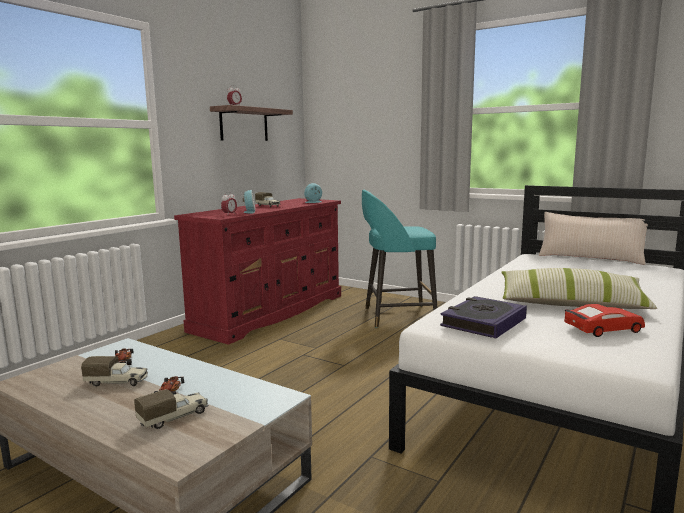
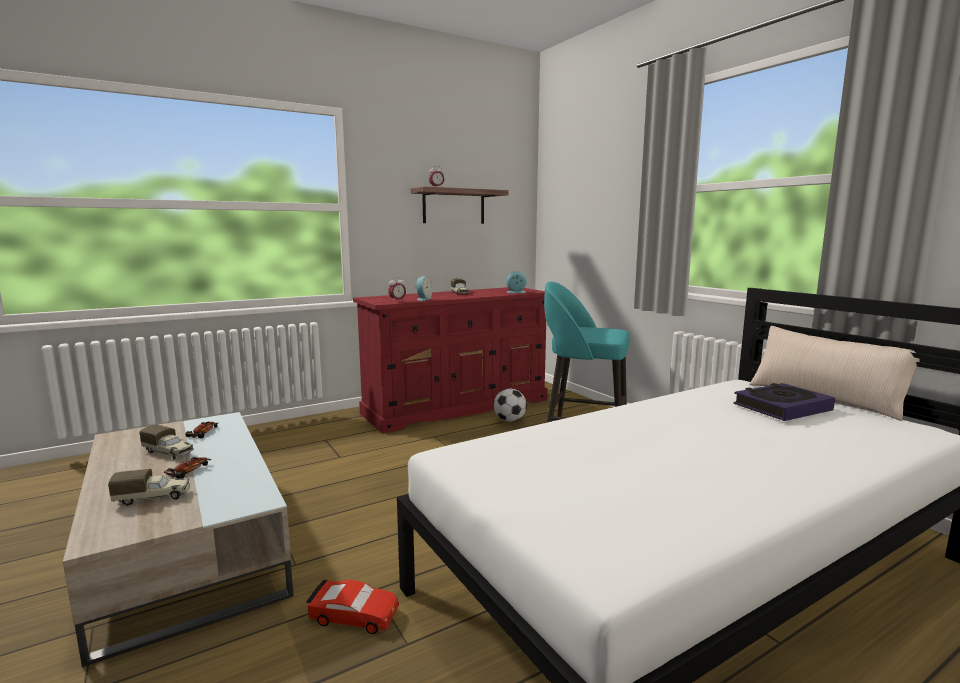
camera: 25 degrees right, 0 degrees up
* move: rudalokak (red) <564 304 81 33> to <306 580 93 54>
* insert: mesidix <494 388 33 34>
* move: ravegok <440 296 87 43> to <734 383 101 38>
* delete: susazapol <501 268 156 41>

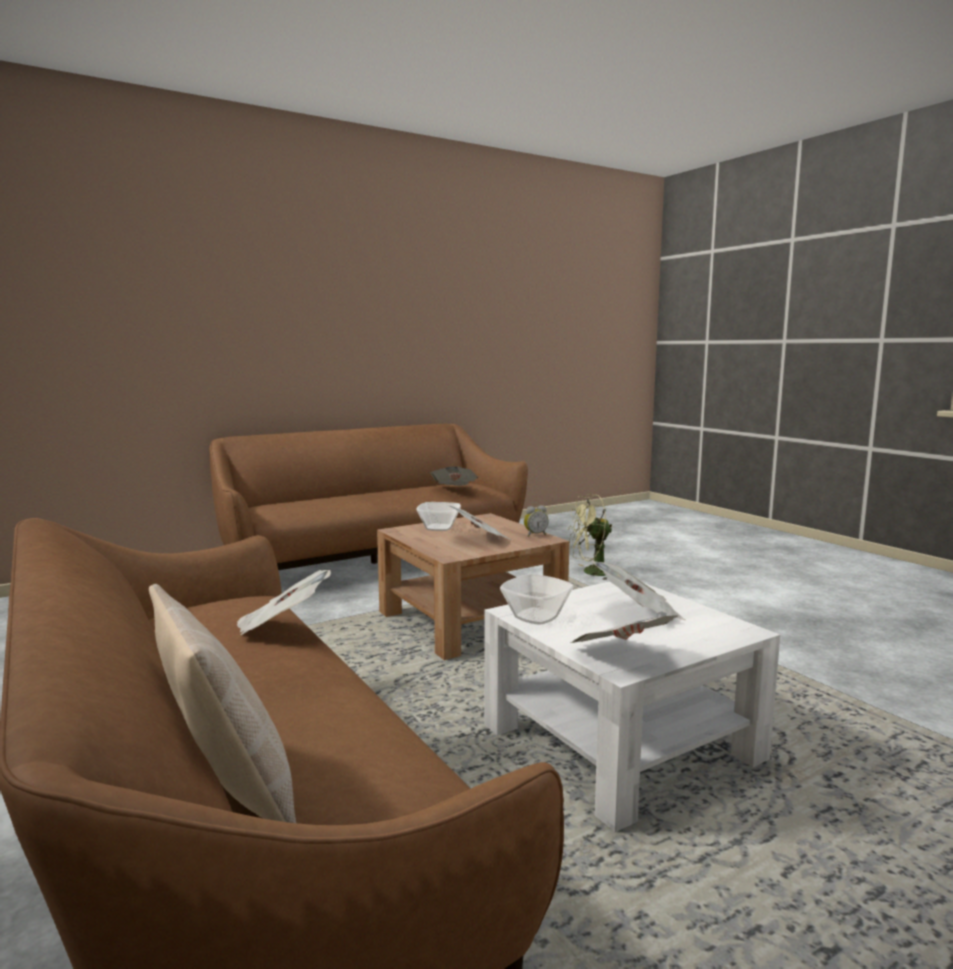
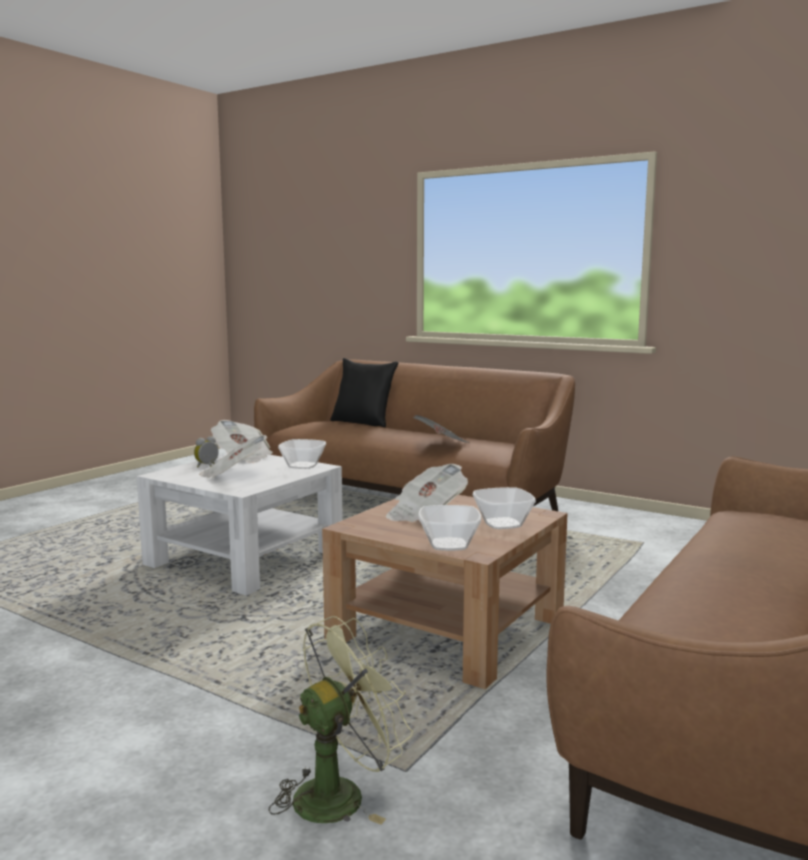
camera: 155 degrees right, 0 degrees up
* move: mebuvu <524 505 24 32> to <194 436 25 31>
* recolor: susazapol (beige) <149 584 147 239> to susazapol (black) <330 358 68 69>
* insert: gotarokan <418 505 63 46>
* delete: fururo <430 466 48 20>

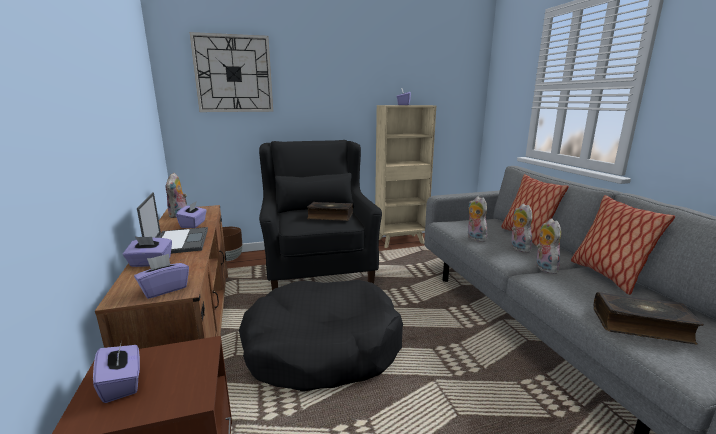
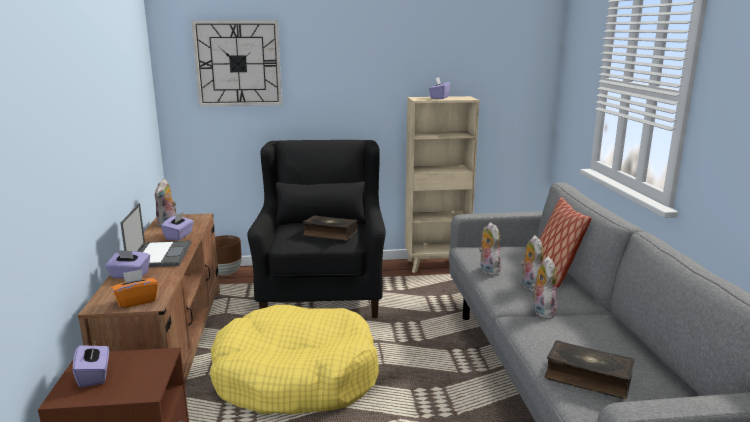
camera: 10 degrees right, 0 degrees up
* recolor: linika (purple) <134 254 55 45> to linika (orange) <112 269 46 40>
* recolor: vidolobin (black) <239 280 164 112> to vidolobin (yellow) <210 305 169 109>
* delete: susazapol <571 195 104 100>

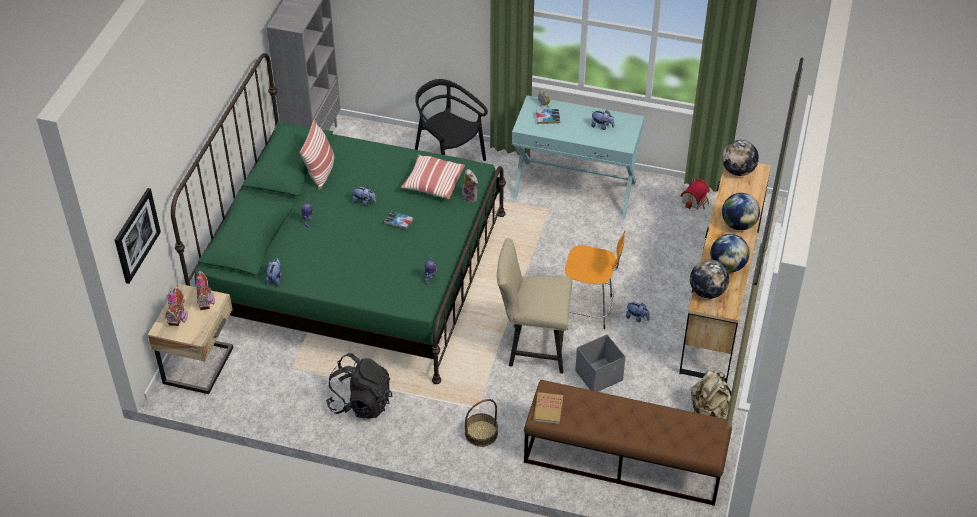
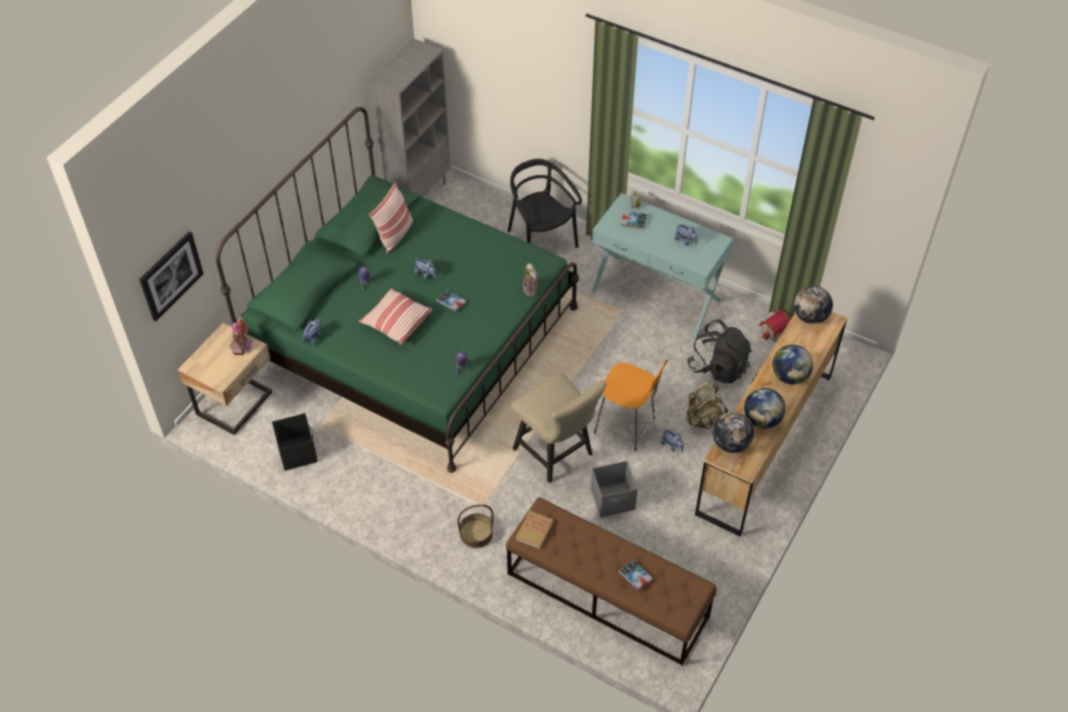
camera: 15 degrees right, 5 degrees up
* insert: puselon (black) <272 413 46 58>
* move: susazapol <401 154 64 46> to <359 288 74 57>
* rotate: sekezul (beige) <497 238 75 135> = <511 373 96 110> 150 degrees counterclockwise
* insert: ravegok <619 560 34 30>
* move: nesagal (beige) <691 371 40 47> to <686 380 42 49>
* move: nesagal (black) <326 353 66 66> to <687 319 65 64>
* delete: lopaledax <165 285 23 41>

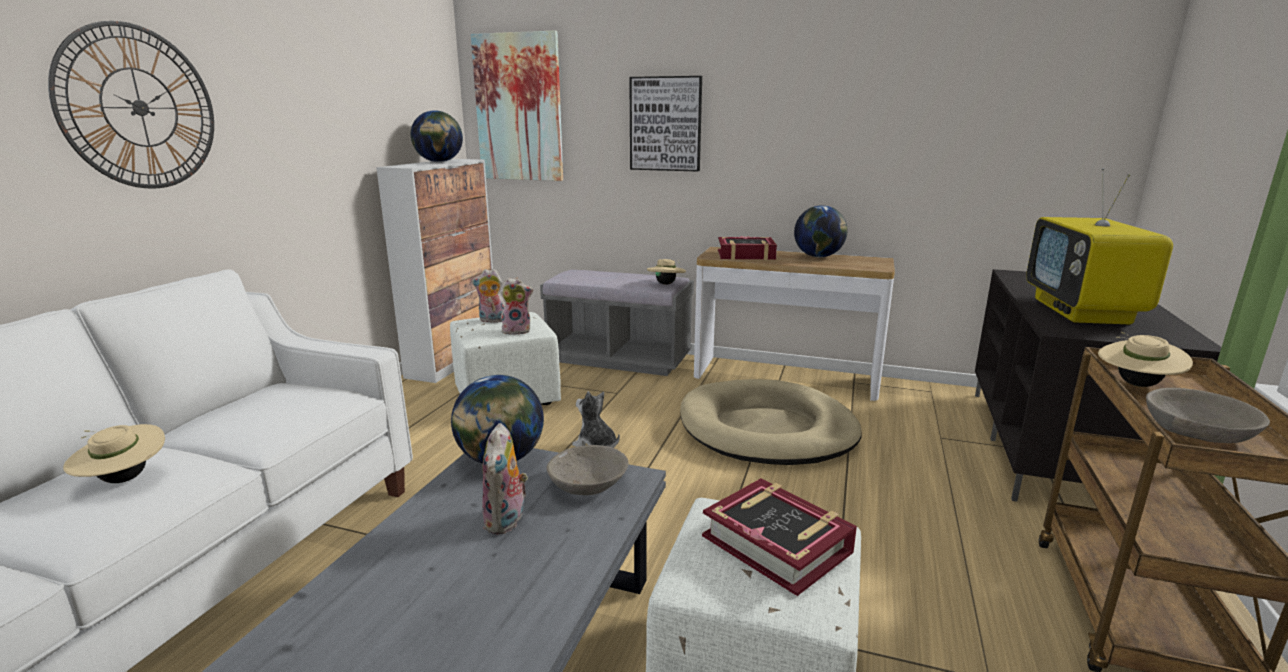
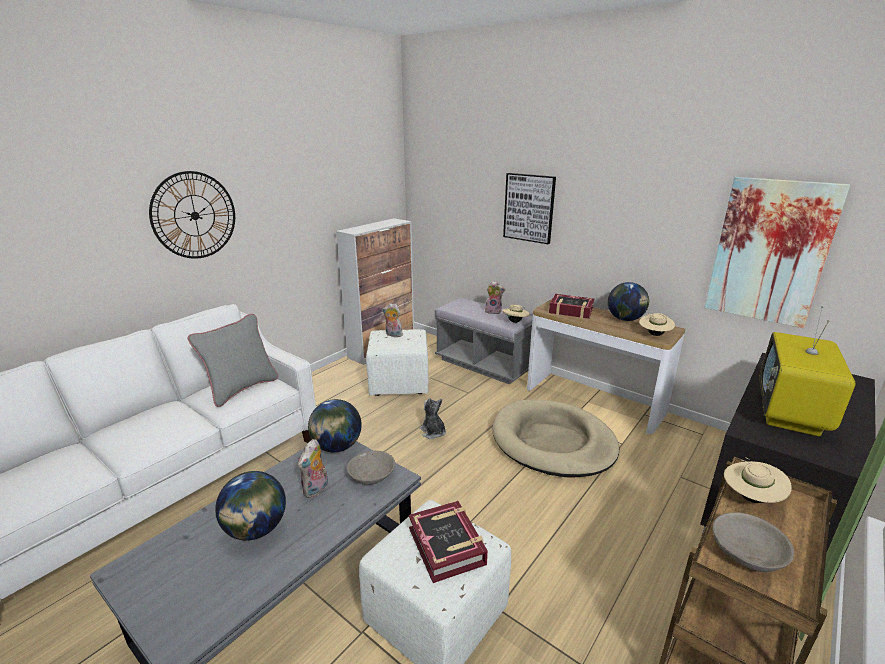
camera: 20 degrees right, 5 degrees up
* insert: susazapol (grey) <187 314 91 93>
* move: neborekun <411 110 52 52> to <215 471 71 70>
* move: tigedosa <501 278 32 57> to <485 281 21 33>
* move: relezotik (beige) <63 424 102 59> to <639 313 36 23>
* move: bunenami <471 30 92 151> to <704 177 146 151>

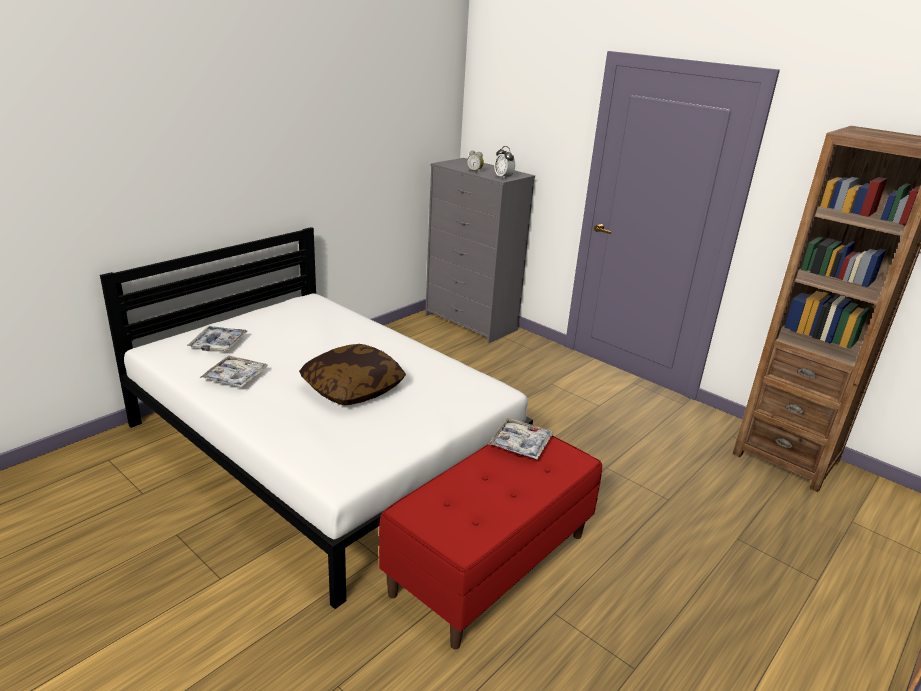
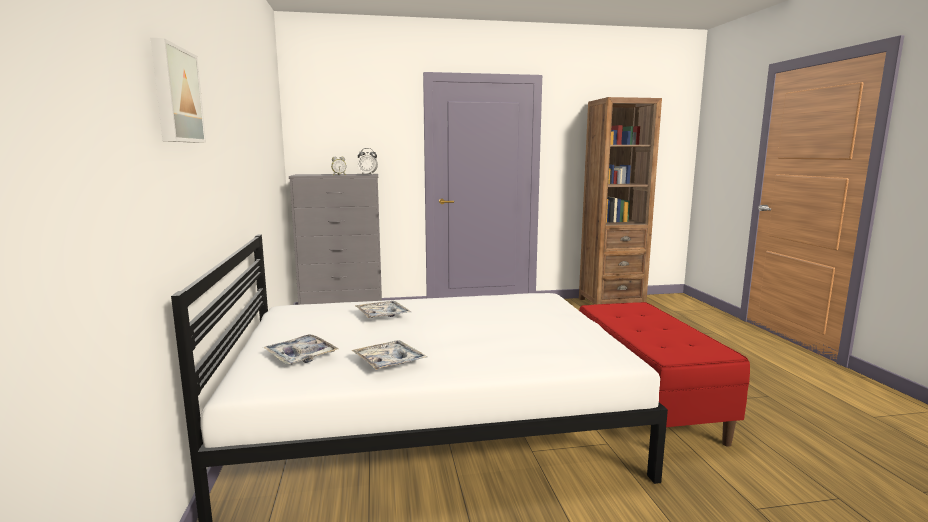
camera: 50 degrees left, 15 degrees down
* insert: bunenami <151 38 55 105>
* move: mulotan <488 418 65 42> to <355 301 56 17>
* delete: susazapol <299 344 107 61>

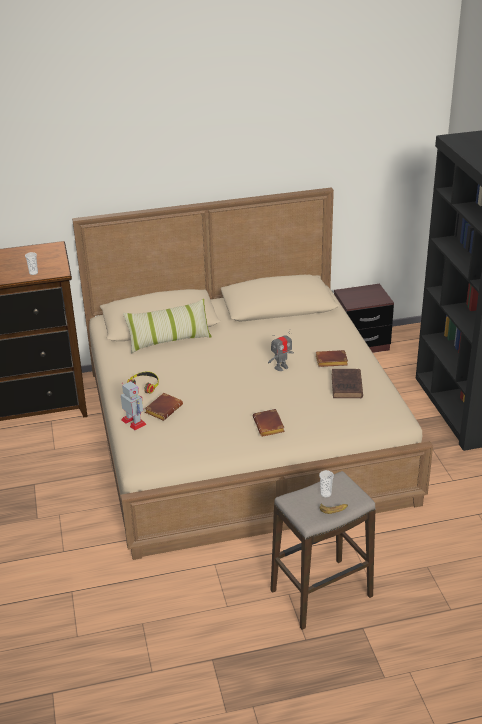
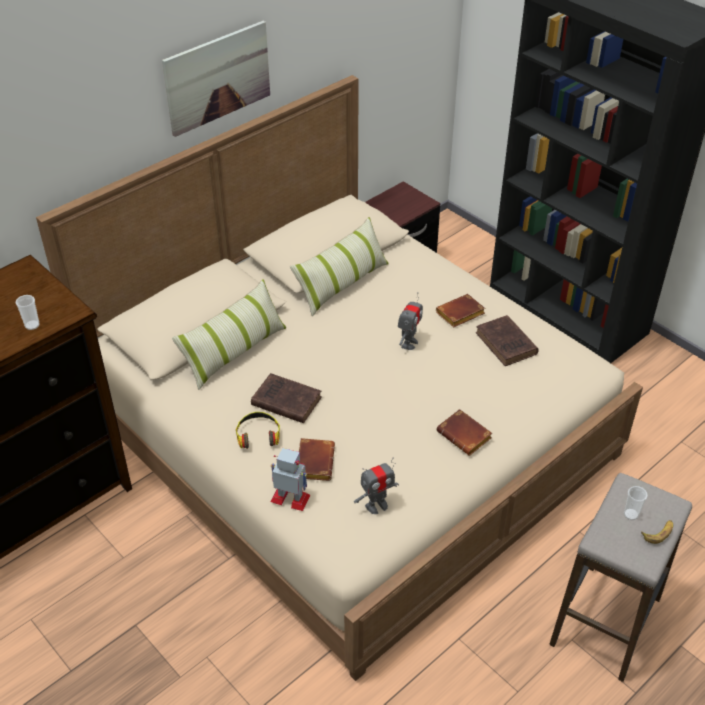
camera: 30 degrees left, 10 degrees up
* insert: bunenami <162 21 108 116>
* insert: ravegok (brown) <251 373 71 50>
* insert: susazapol <290 217 99 99>
* insert: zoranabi <354 457 45 57>

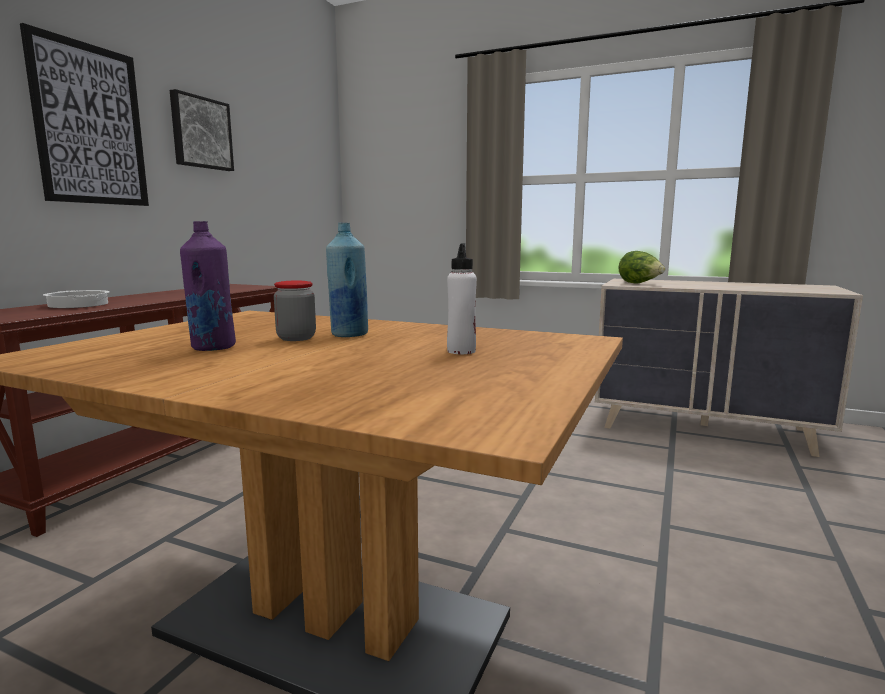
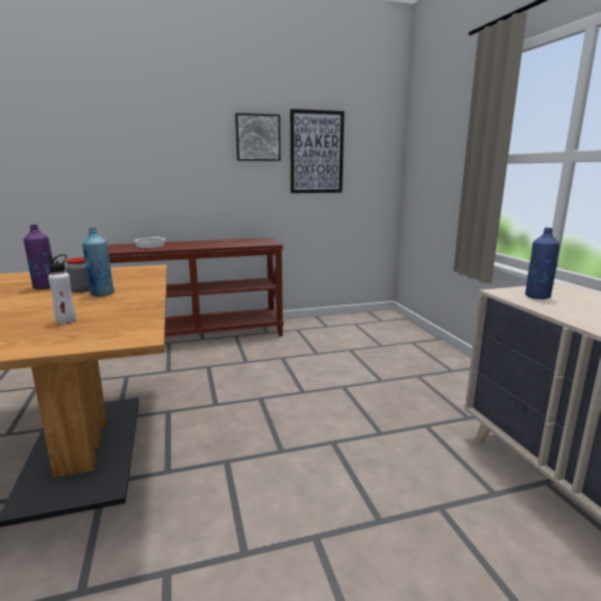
camera: 50 degrees right, 5 degrees up
* move: bunenami <20 23 129 183> to <290 109 54 84>
* replace: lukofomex <618 251 48 33> to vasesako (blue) <525 228 35 71>

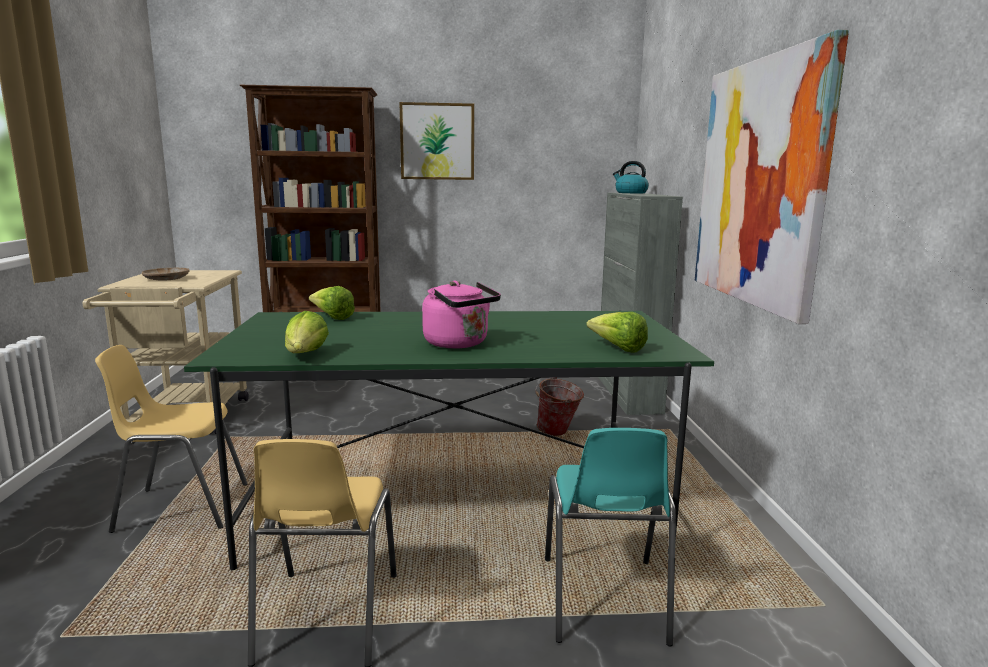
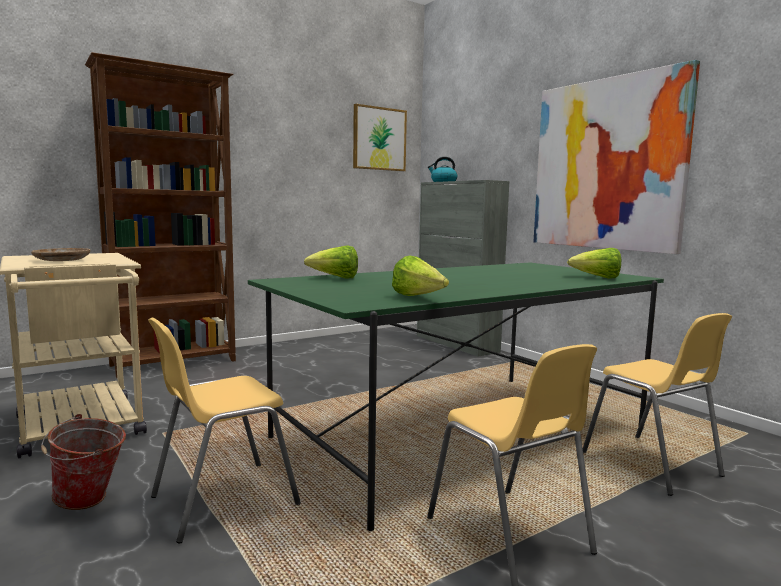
camera: 30 degrees left, 5 degrees down
* move: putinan <535 378 49 58> to <41 414 85 96>
* move: bunenami <399 102 75 78> to <353 104 54 67>
* recolor: sekezul (turquoise) <545 428 131 219> to sekezul (yellow) <583 313 149 183>
* delete: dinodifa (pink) <422 281 79 67>

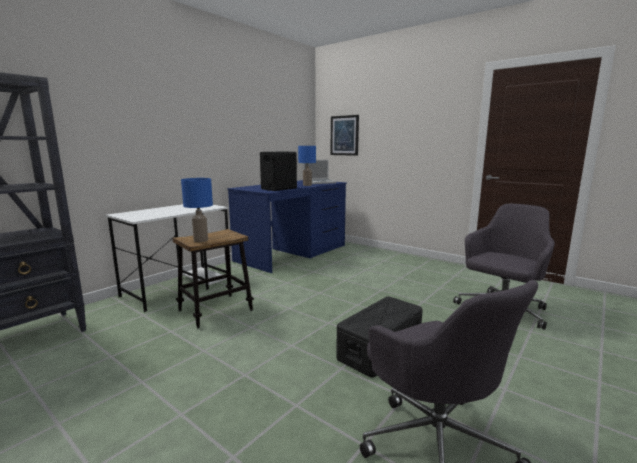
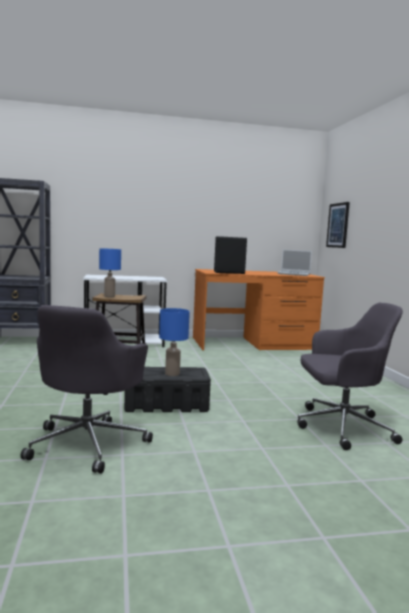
camera: 40 degrees right, 5 degrees down
* move: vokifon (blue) <298 146 18 40> to <159 308 31 68>
* recolor: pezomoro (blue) <227 180 120 93> to pezomoro (orange) <193 269 132 81>

